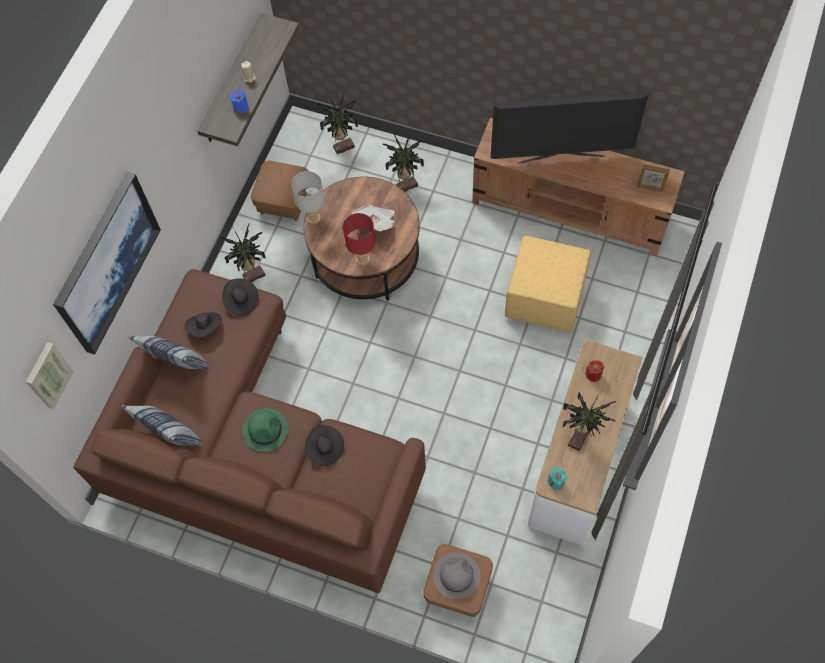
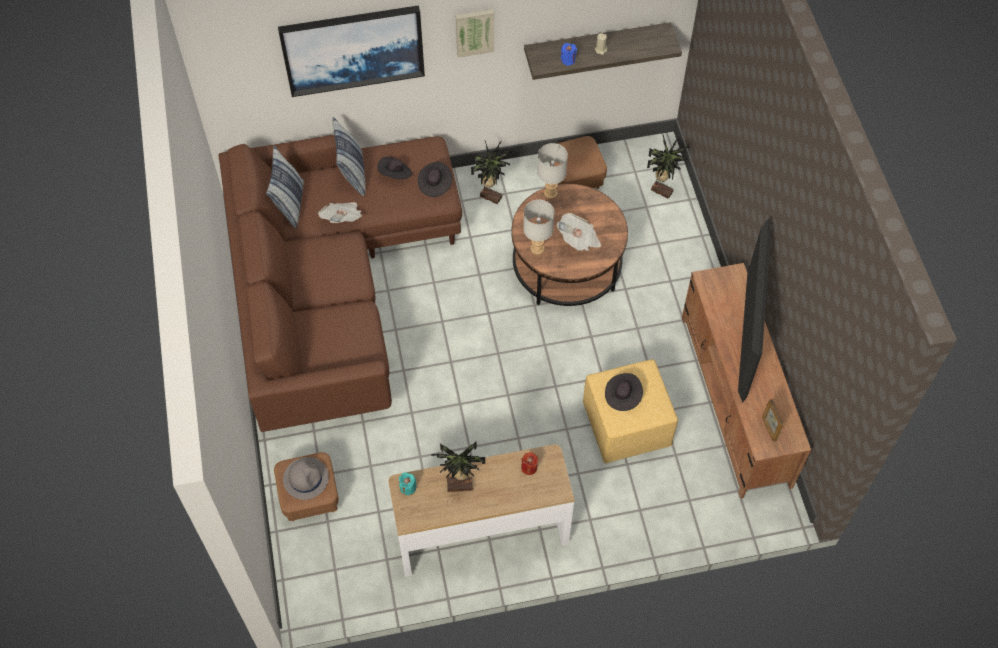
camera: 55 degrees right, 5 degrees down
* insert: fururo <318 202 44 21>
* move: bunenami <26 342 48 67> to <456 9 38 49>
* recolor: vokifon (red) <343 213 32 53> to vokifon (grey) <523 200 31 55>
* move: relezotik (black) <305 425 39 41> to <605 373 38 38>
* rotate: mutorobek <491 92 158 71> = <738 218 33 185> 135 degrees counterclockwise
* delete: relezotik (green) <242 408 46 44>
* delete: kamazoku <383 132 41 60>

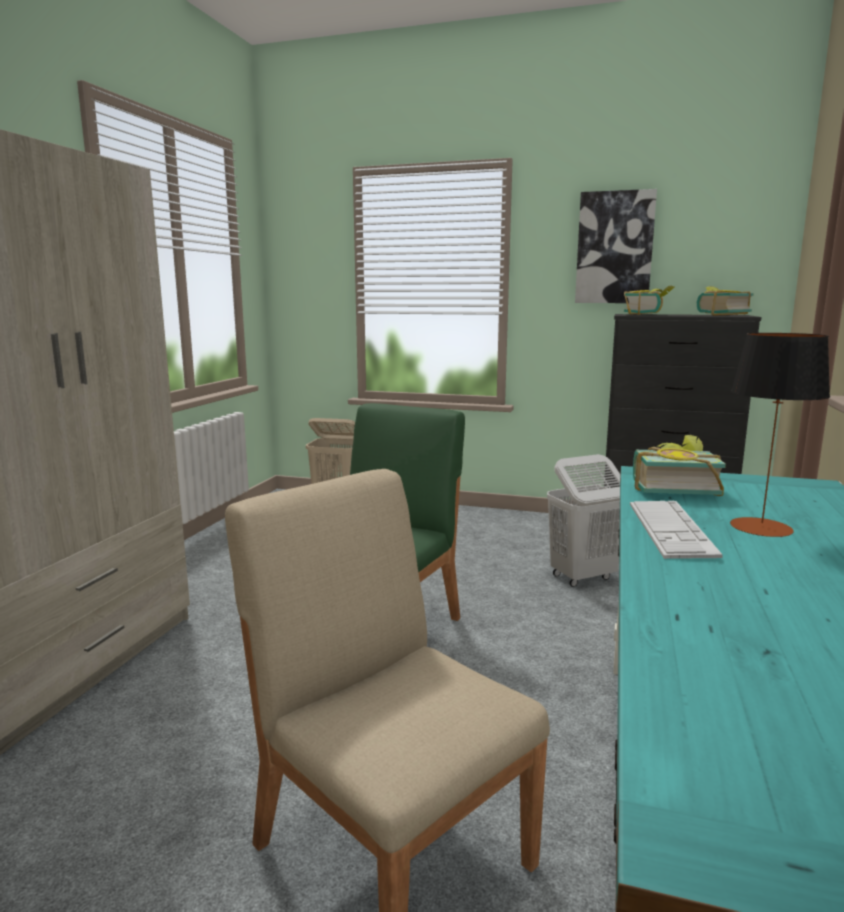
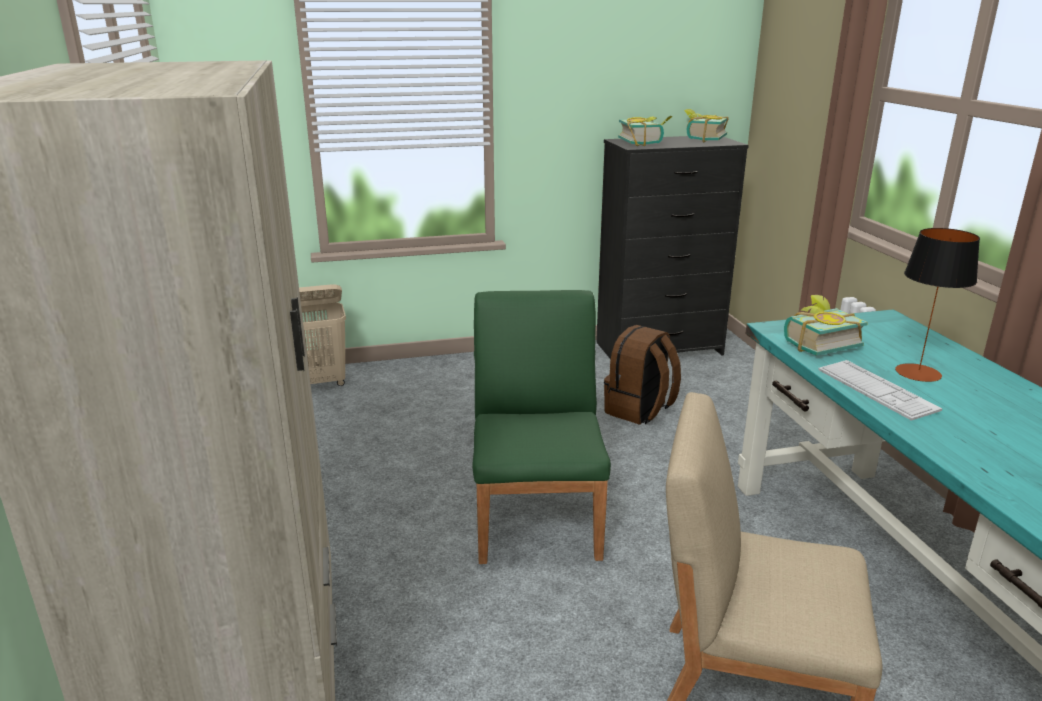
camera: 30 degrees left, 10 degrees up
* replace: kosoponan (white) <547 454 73 133> to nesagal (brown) <604 325 77 100>
* delete: bunenami <575 189 82 114>

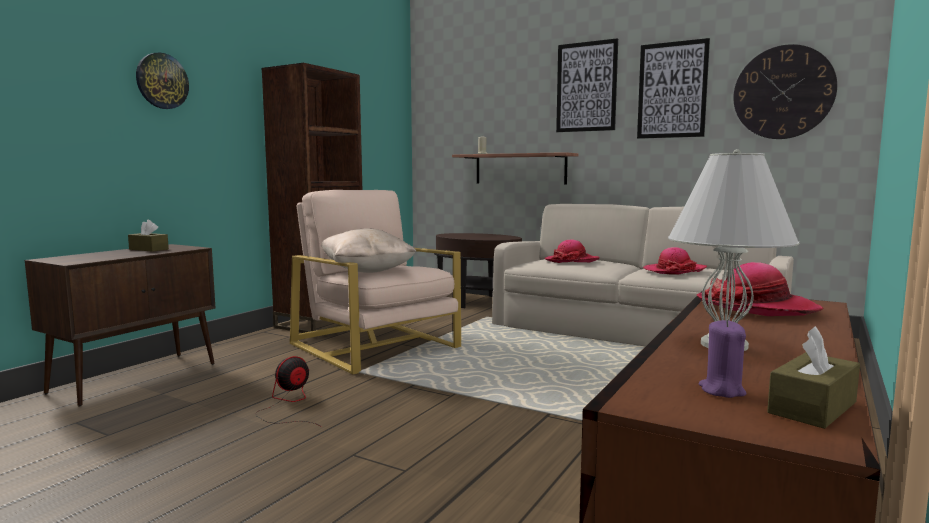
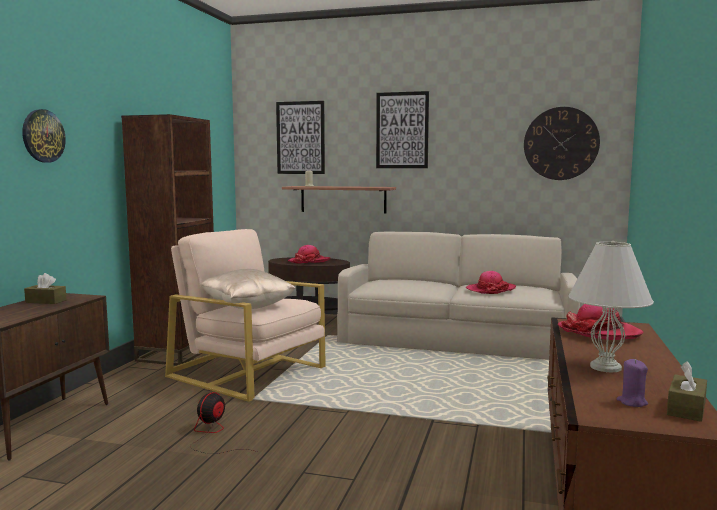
camera: 15 degrees left, 0 degrees up
* move: bunenami <637 38 73 101> to <276 101 49 73>
* move: relezotik <544 240 56 23> to <288 245 42 19>

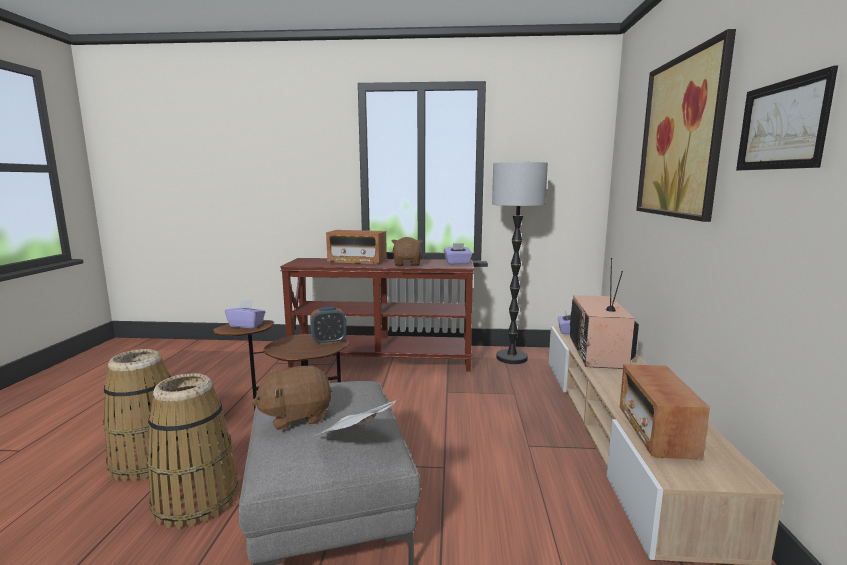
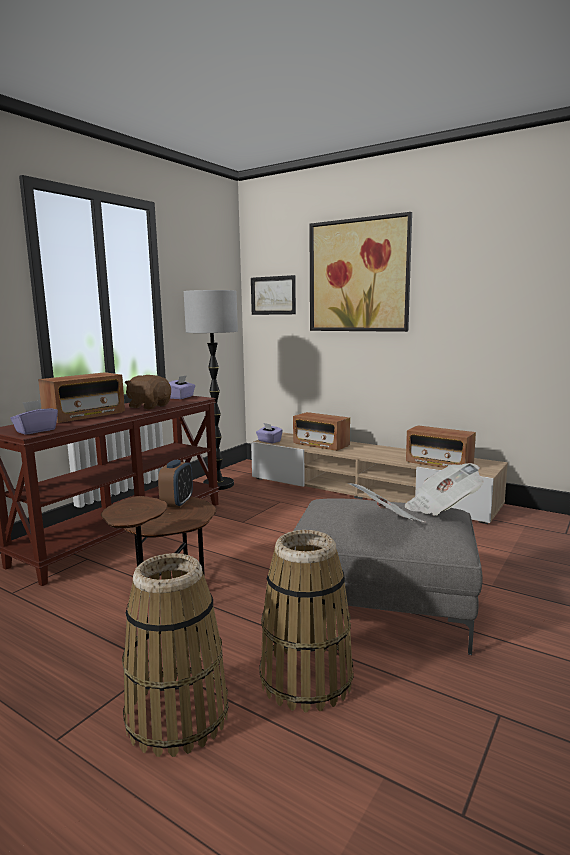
camera: 60 degrees left, 0 degrees up
* move: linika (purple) <225 299 40 29> to <10 400 48 35>
* move: bunenami <736 65 102 106> to <251 275 45 40>
* replace: mutorobek <570 258 69 111> to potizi <293 412 57 39>
* replace: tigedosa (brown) <252 366 80 64> to fururo <347 483 78 39>

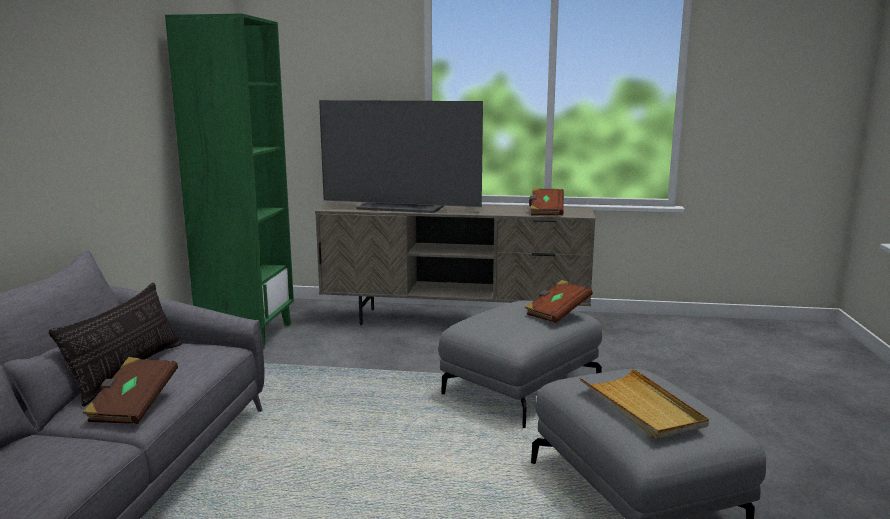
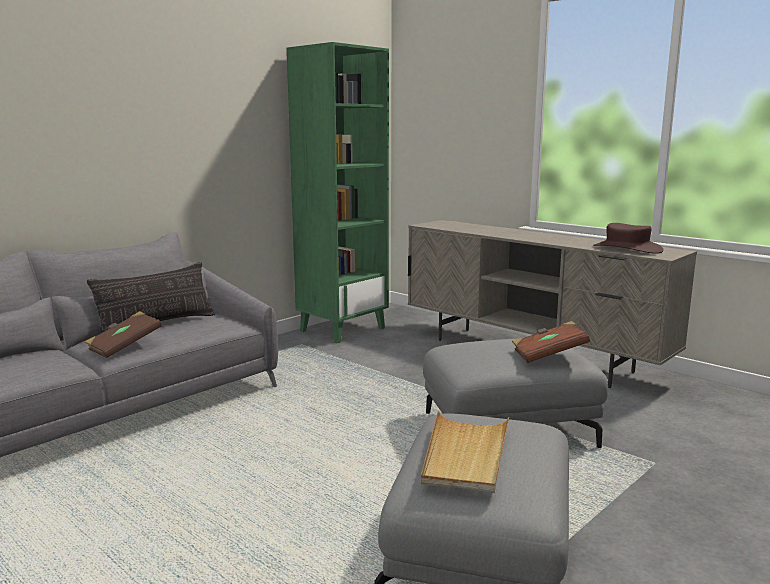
camera: 35 degrees right, 0 degrees up
* replace: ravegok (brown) <529 188 35 27> to relezotik (brown) <593 223 71 31>
* delete: mutorobek <319 100 164 113>

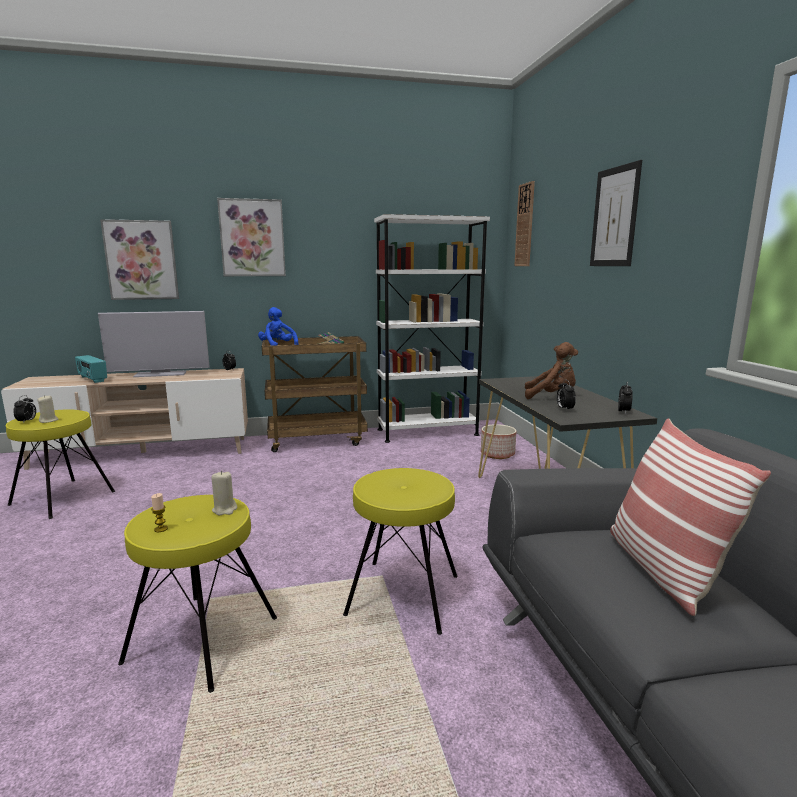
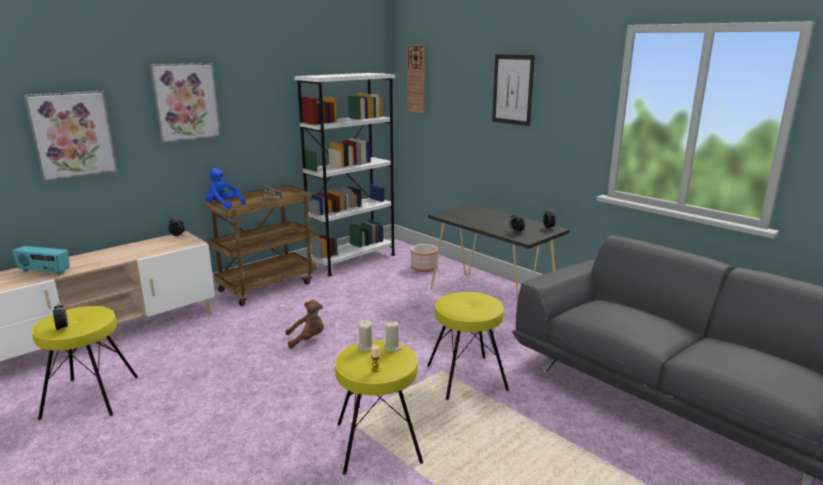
camera: 30 degrees left, 5 degrees up
* move: tigedosa (brown) <525 342 53 57> to <285 300 39 49>
* move: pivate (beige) <37 395 22 28> to <357 320 17 31>
* delete: mutorobek <98 311 112 66>
* delete: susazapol <610 418 161 198>

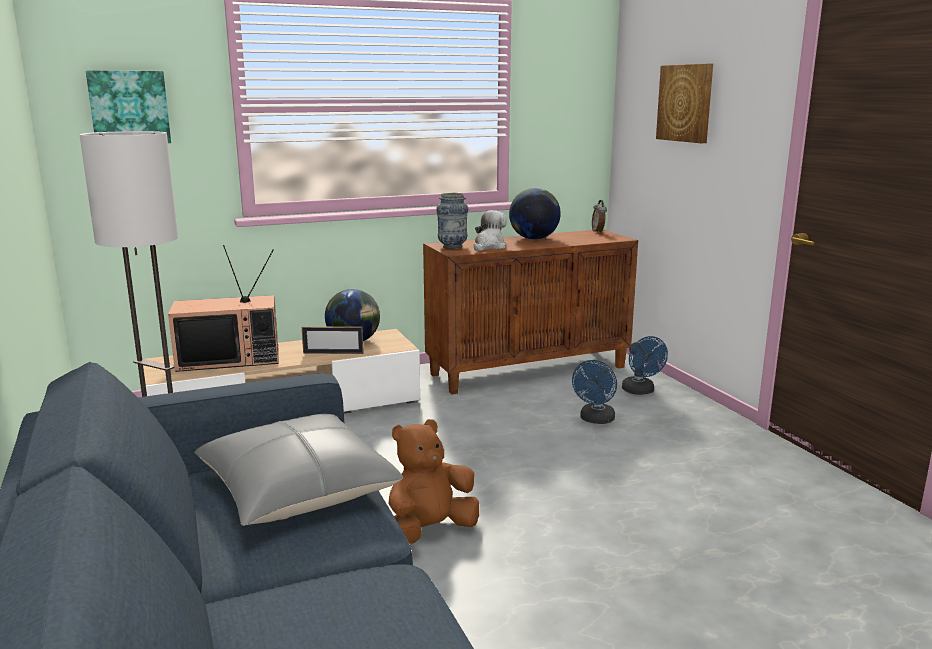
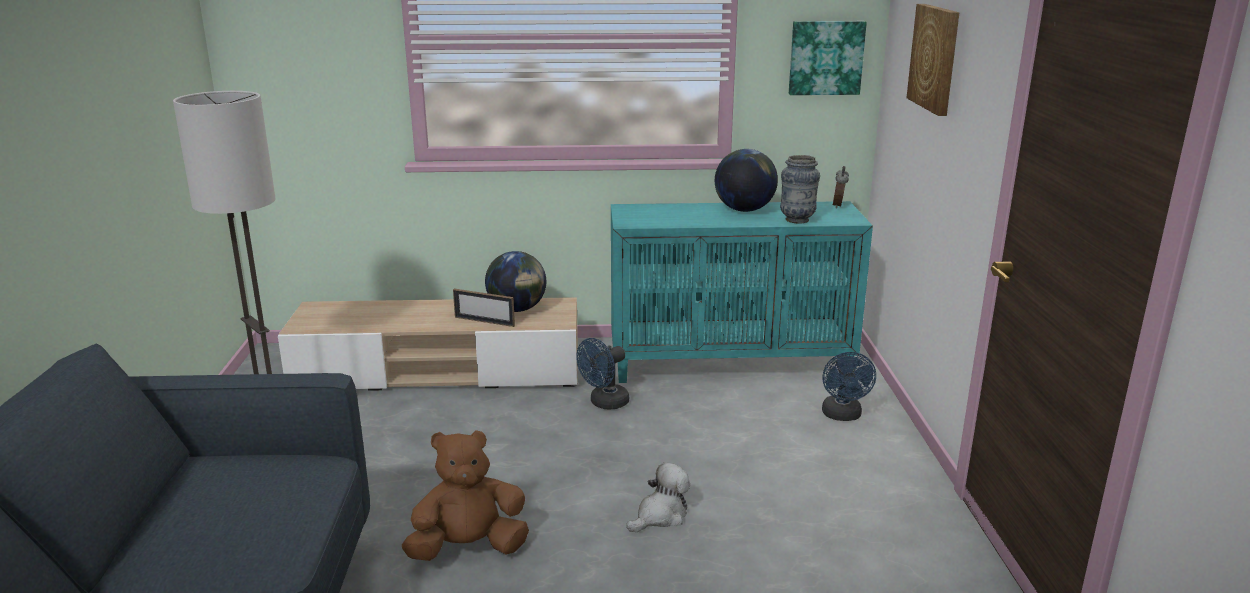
camera: 20 degrees right, 5 degrees up
* move: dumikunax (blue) <572 360 45 64> to <576 338 53 71>
* recolor: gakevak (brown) <423 230 215 165> to gakevak (turquoise) <611 201 262 182>
* move: tigedosa <474 210 33 41> to <626 462 64 70>
* move: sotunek <436 193 32 56> to <780 155 40 68>
* move: bunenami <86 70 85 73> to <789 21 78 74>
* delete: mutorobek <168 245 111 127>
* delete: susazapol (grey) <195 414 209 111>

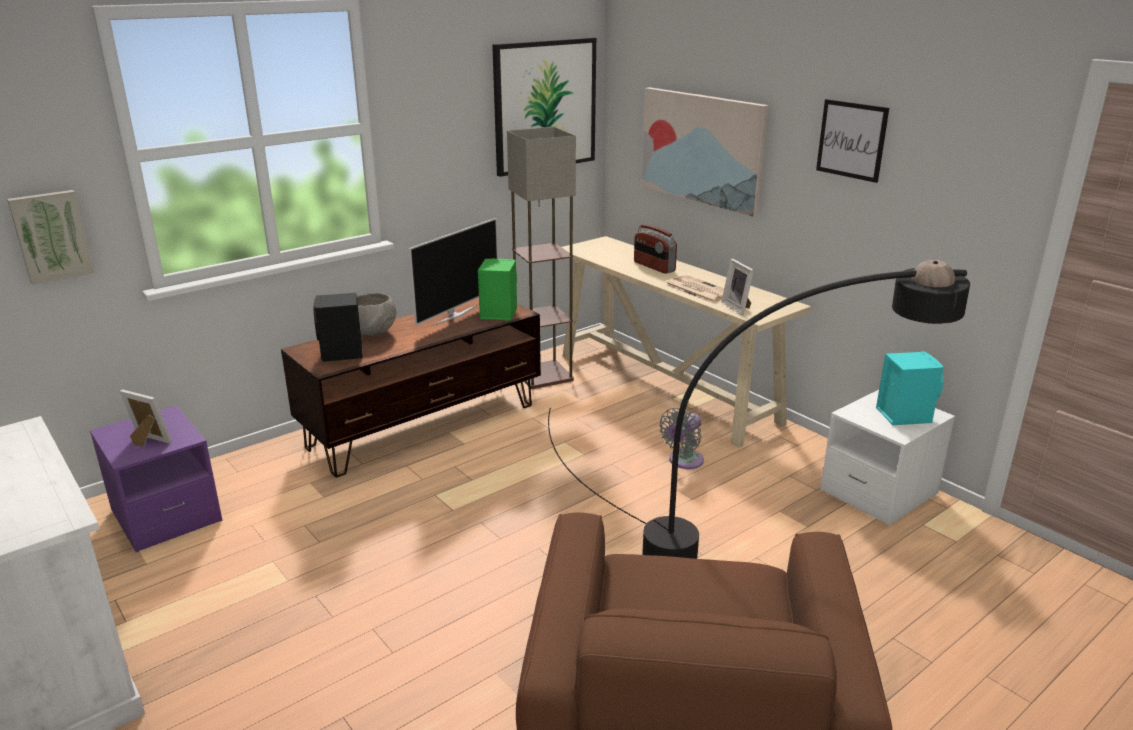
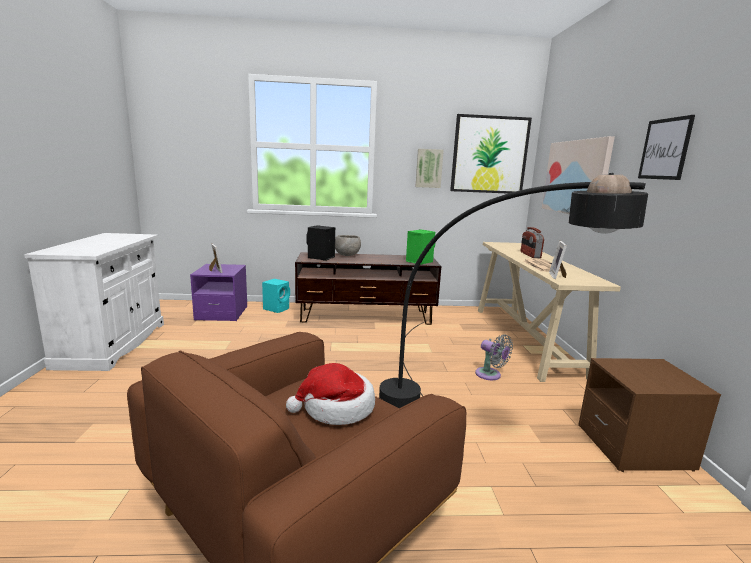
camera: 35 degrees right, 10 degrees down
* move: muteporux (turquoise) <876 351 68 74> to <262 279 28 34>
* insert: relezotik <286 363 89 62>
* move: bunenami <7 190 88 95> to <416 149 28 39>
* rotate: dumikunax (grey) <659 408 45 61> = <475 334 38 46> 120 degrees counterclockwise
* recolor: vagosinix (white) <820 390 135 135> to vagosinix (brown) <578 358 143 114>
* delete: mutorobek <409 218 89 107>
* delete: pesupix <507 127 69 262>

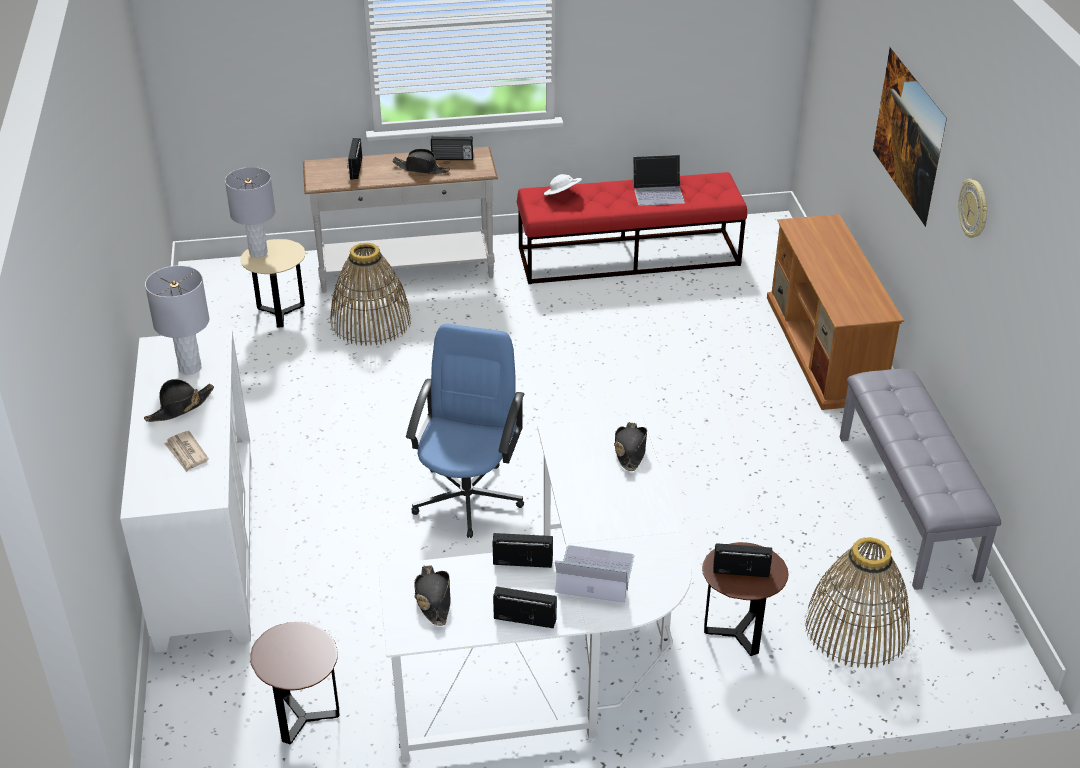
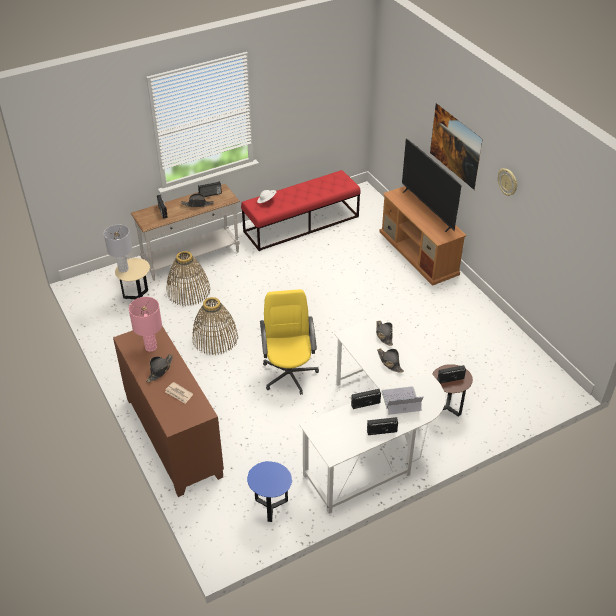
camera: 20 degrees left, 5 degrees up
* recolor: gakevak (white) <120 330 132 323> to gakevak (brown) <113 326 111 171>
* recolor: vokifon (grey) <145 266 64 109> to vokifon (pink) <129 297 33 55>
* move: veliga <805 537 105 131> to <193 297 45 58>
* recolor: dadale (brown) <250 622 89 123> to dadale (blue) <247 461 45 61>
* recolor: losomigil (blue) <406 323 118 215> to losomigil (yellow) <260 289 59 106>
* move: relezotik (black) <414 565 37 61> to <377 349 27 24>
* insert: mutorobek <402 139 60 93>
* delete: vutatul <632 155 53 51>
* delete: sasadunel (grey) <840 369 161 221>

